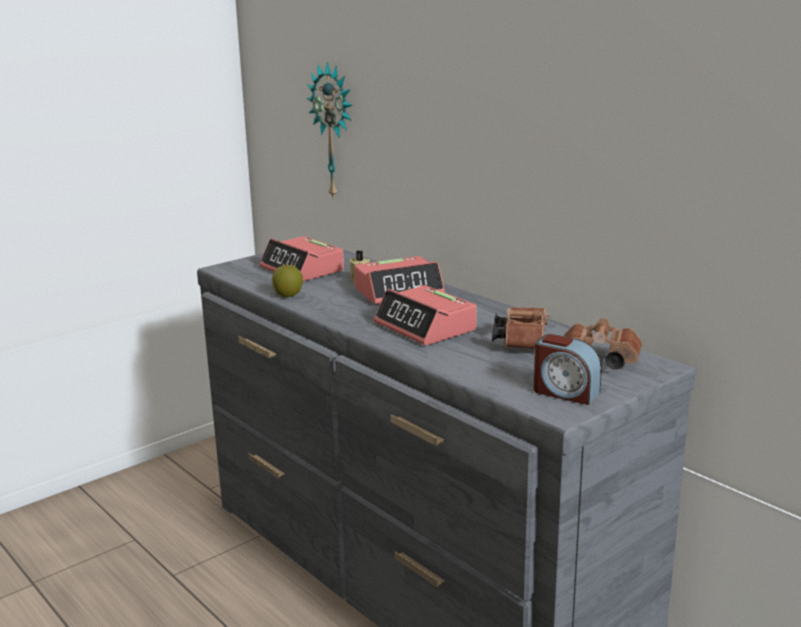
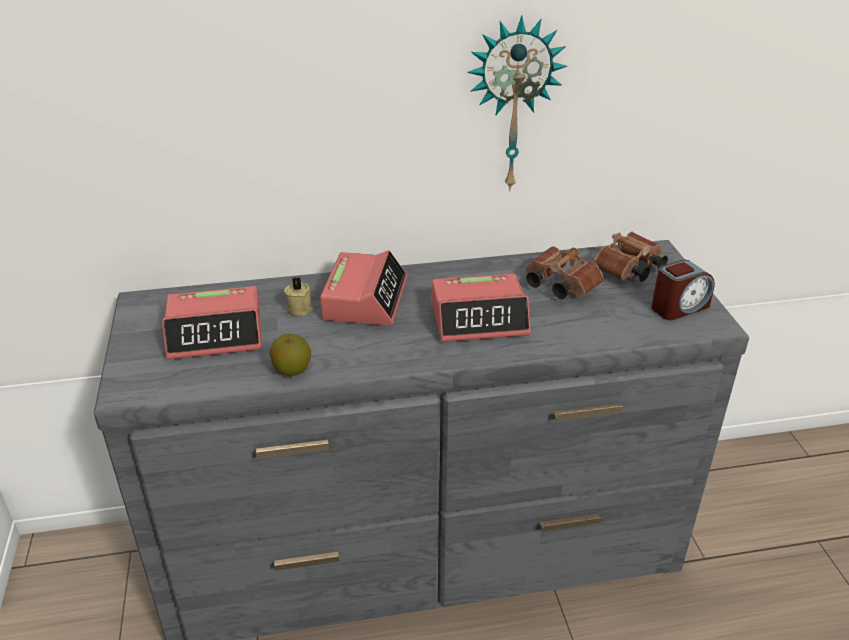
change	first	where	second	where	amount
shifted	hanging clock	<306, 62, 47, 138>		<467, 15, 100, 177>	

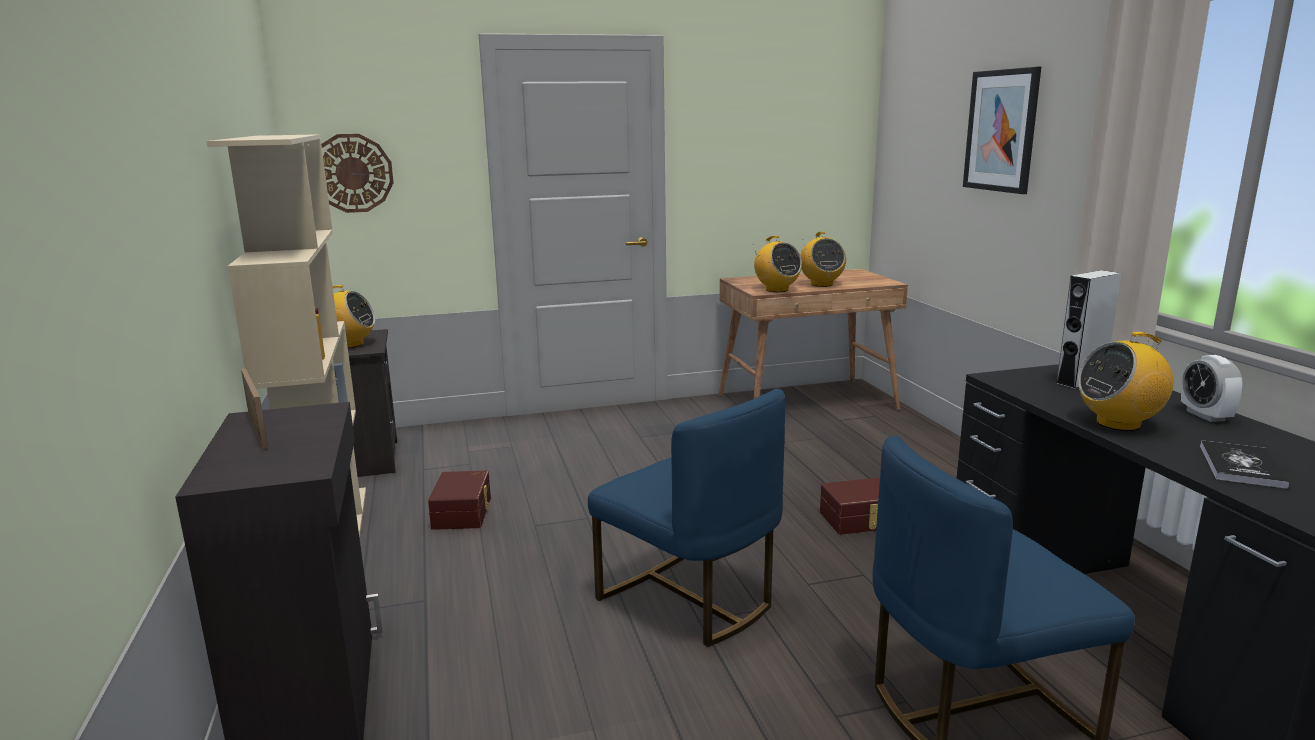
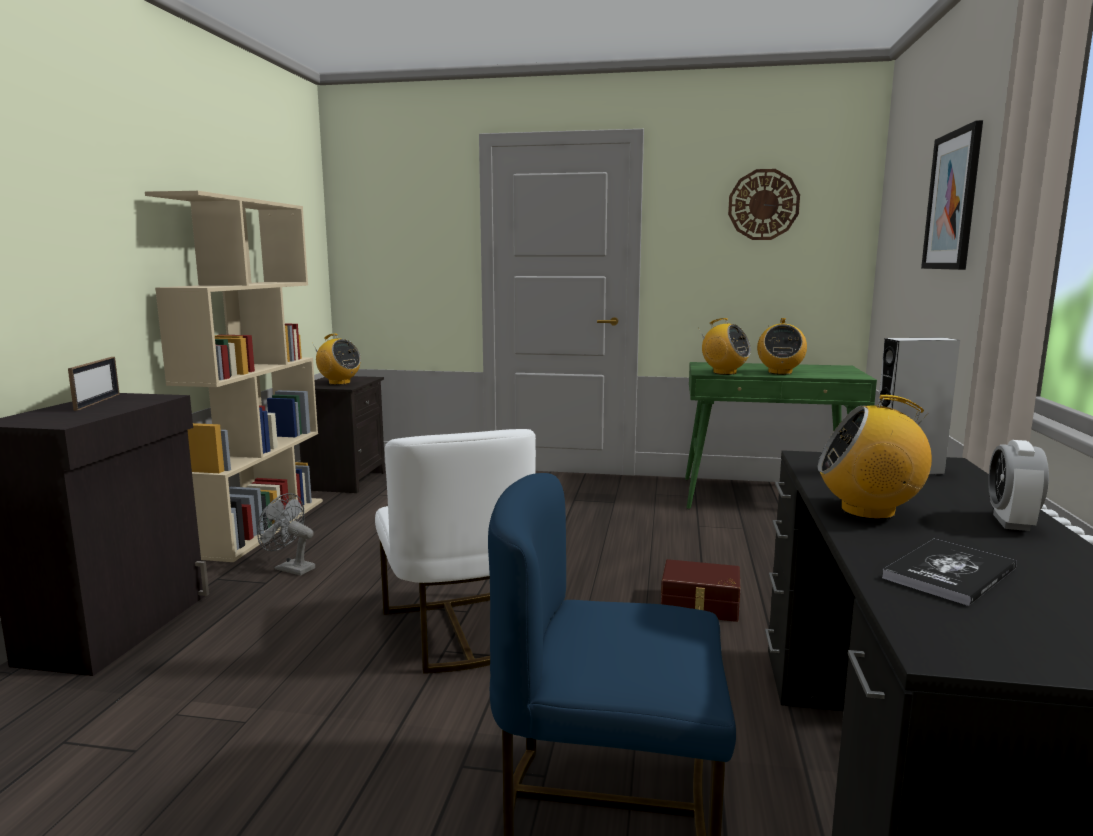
change	first	where	second	where	amount
gone	brown-coloured storage container	<428, 471, 63, 59>			
new			grey fan	<257, 493, 58, 83>	
shifted	hanging clock	<321, 134, 73, 79>		<728, 169, 72, 71>	
repainted	blue-coloured chair	<588, 389, 197, 258>	white-coloured chair	<375, 429, 161, 245>	
repainted	brown-coloured desk unit	<719, 269, 189, 141>	green-coloured desk unit	<685, 362, 192, 147>	
rotated	radio receiver	<753, 236, 49, 56>		<699, 318, 52, 57>	45 degrees counterclockwise

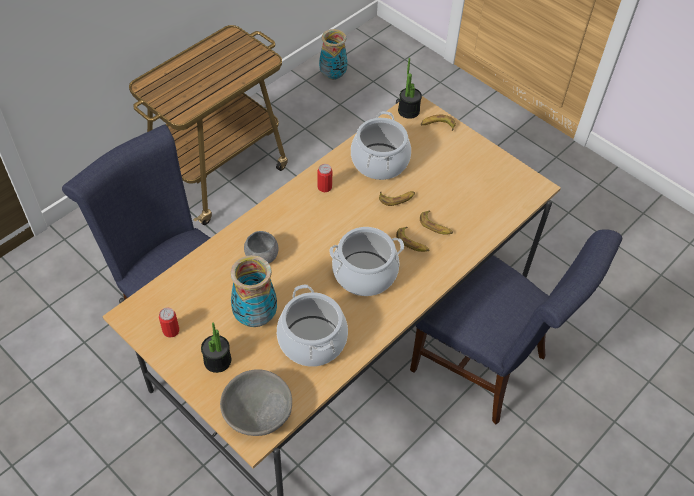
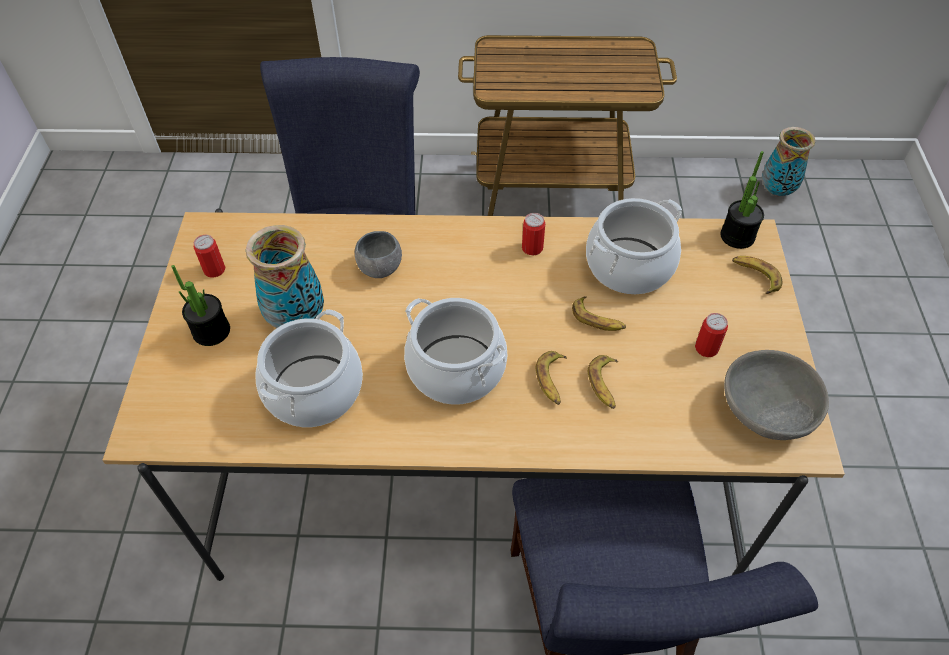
change	first	where	second	where	amount
new			sealed can	<695, 313, 33, 44>	
shifted	grey serving bowl	<220, 369, 72, 67>		<724, 350, 105, 90>	

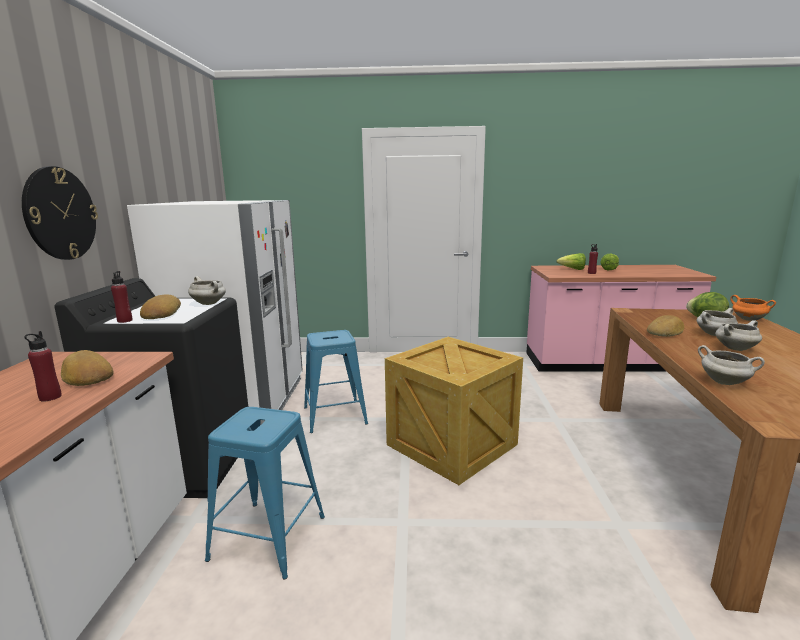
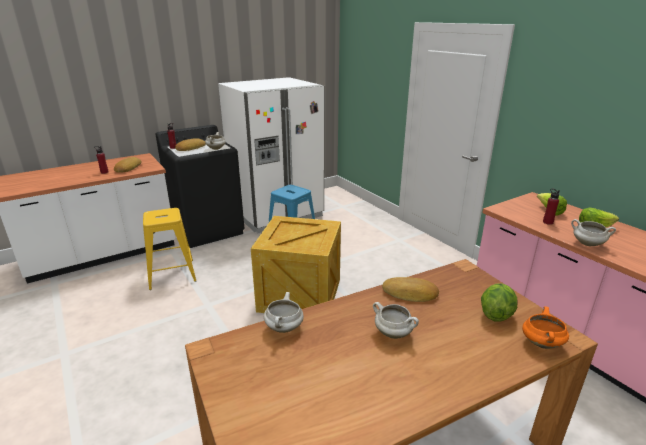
change	first	where	second	where	amount
gone	hanging clock	<22, 166, 76, 94>			
shifted	white-coloured saucepot	<697, 308, 41, 28>		<571, 219, 45, 27>	
repainted	blue-coloured sitting stool	<205, 407, 120, 172>	yellowish sitting stool	<143, 208, 54, 82>	

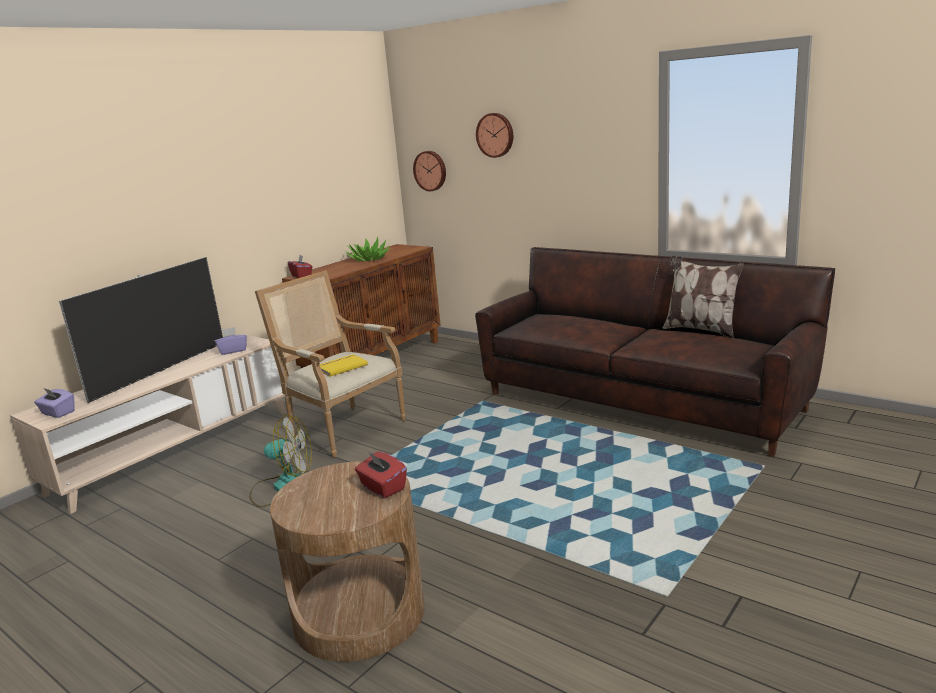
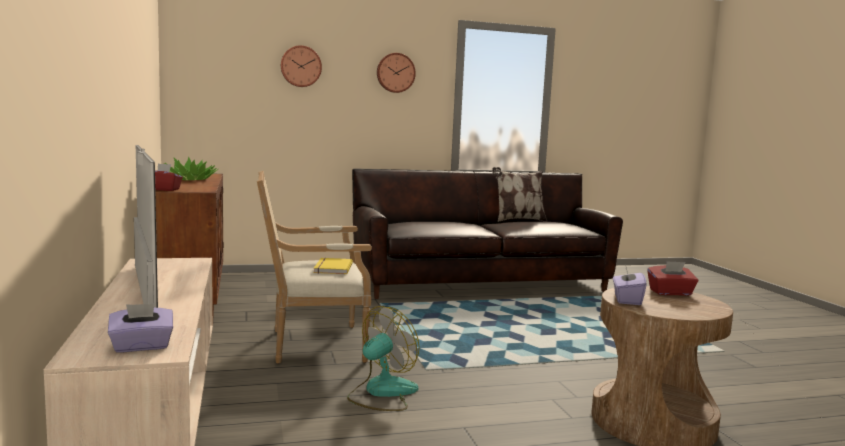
change	first	where	second	where	amount
shifted	purple-coloured box of tissues	<215, 327, 32, 28>		<613, 264, 33, 41>	
shifted	hanging clock	<413, 151, 33, 40>		<377, 53, 39, 40>	

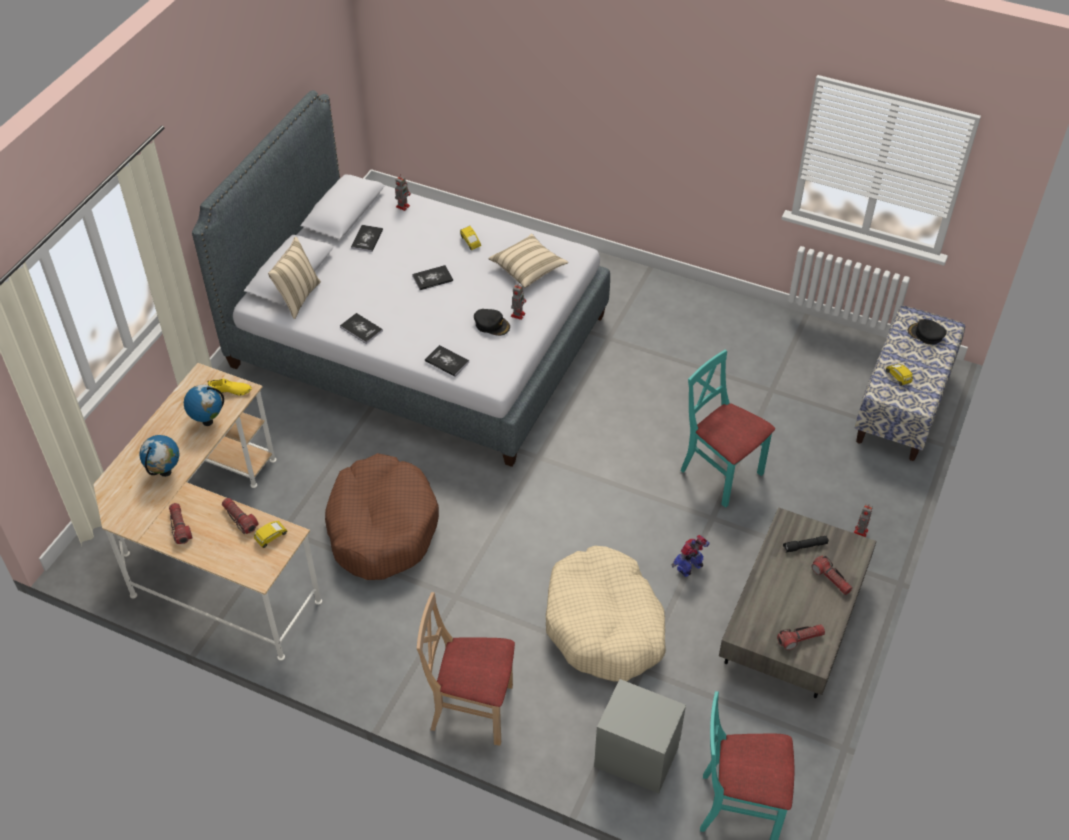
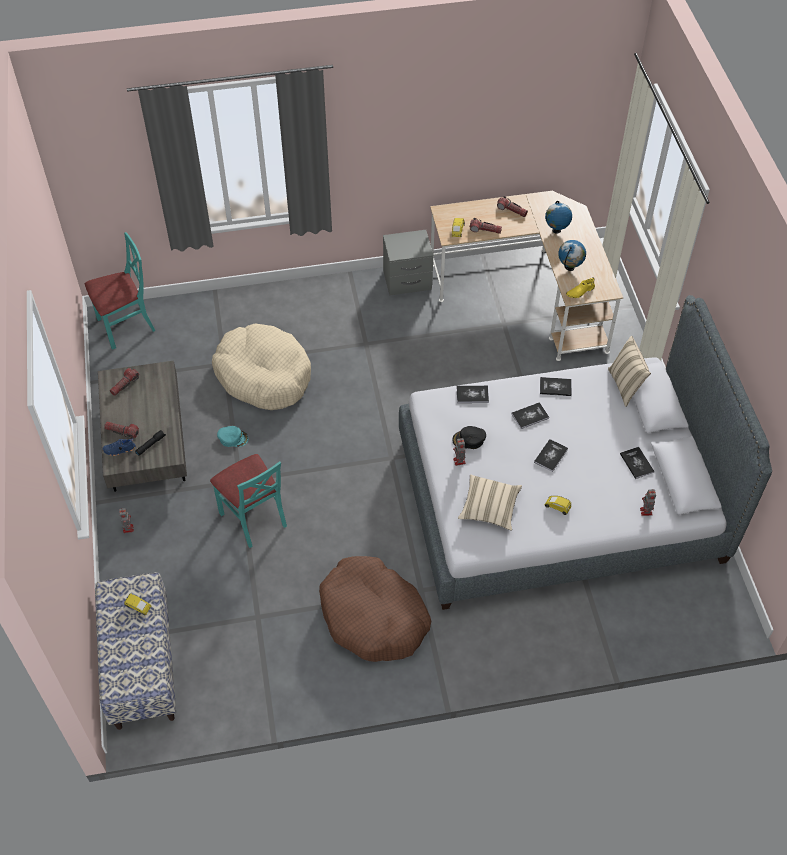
change	first	where	second	where	amount
gone	beige-coloured chair	<417, 592, 98, 153>			
gone	black peaked cap	<908, 319, 39, 25>			
new			blue-coloured item of footwear	<102, 439, 34, 17>	
new			bound book	<511, 402, 38, 27>	
shifted	brown-coloured dog cushion	<325, 453, 114, 127>		<319, 556, 112, 106>	
shifted	grey nightstand	<594, 679, 92, 114>		<383, 230, 50, 66>	
swapped	toy robot	<672, 535, 38, 42>	blue-green peaked cap	<217, 426, 31, 21>	
rotated	blue-green chair	<680, 350, 95, 158>		<210, 454, 77, 94>	45 degrees clockwise

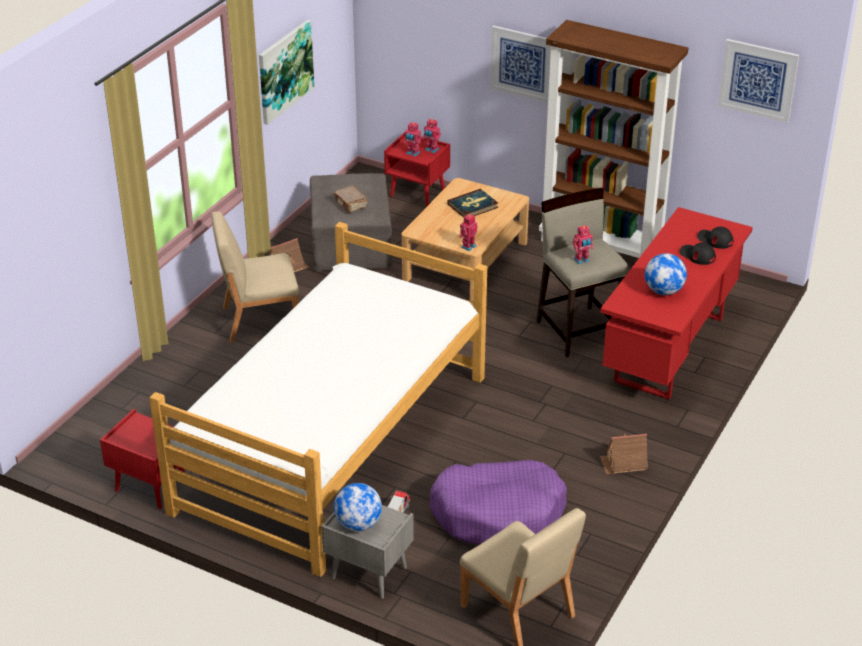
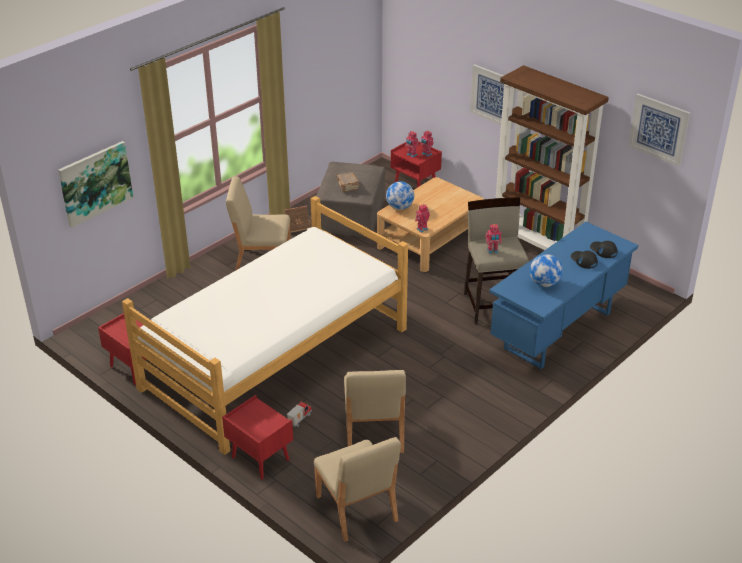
change	first	where	second	where	amount
gone	bound book	<447, 189, 51, 28>			
gone	miniature house	<600, 434, 48, 40>			
shifted	picture	<259, 20, 55, 105>		<58, 141, 75, 87>	
shifted	desk globe	<334, 483, 48, 48>		<386, 181, 28, 29>	
swapped	purple-coloured dog cushion	<430, 460, 137, 85>	beige-coloured chair	<344, 370, 62, 83>	
repainted	grey nightstand	<321, 505, 93, 94>	red nightstand	<222, 395, 71, 85>	
repainted	red desk unit	<600, 207, 153, 193>	blue-coloured desk unit	<489, 222, 149, 147>	

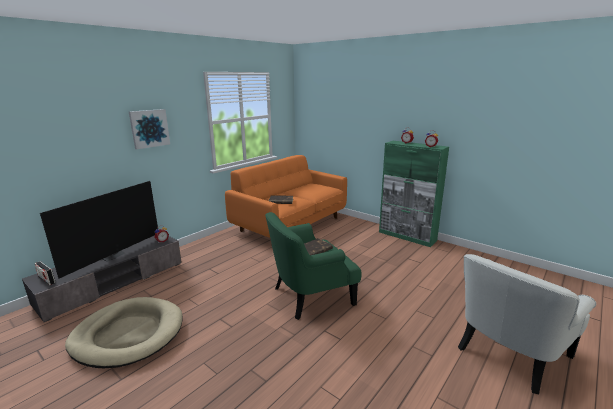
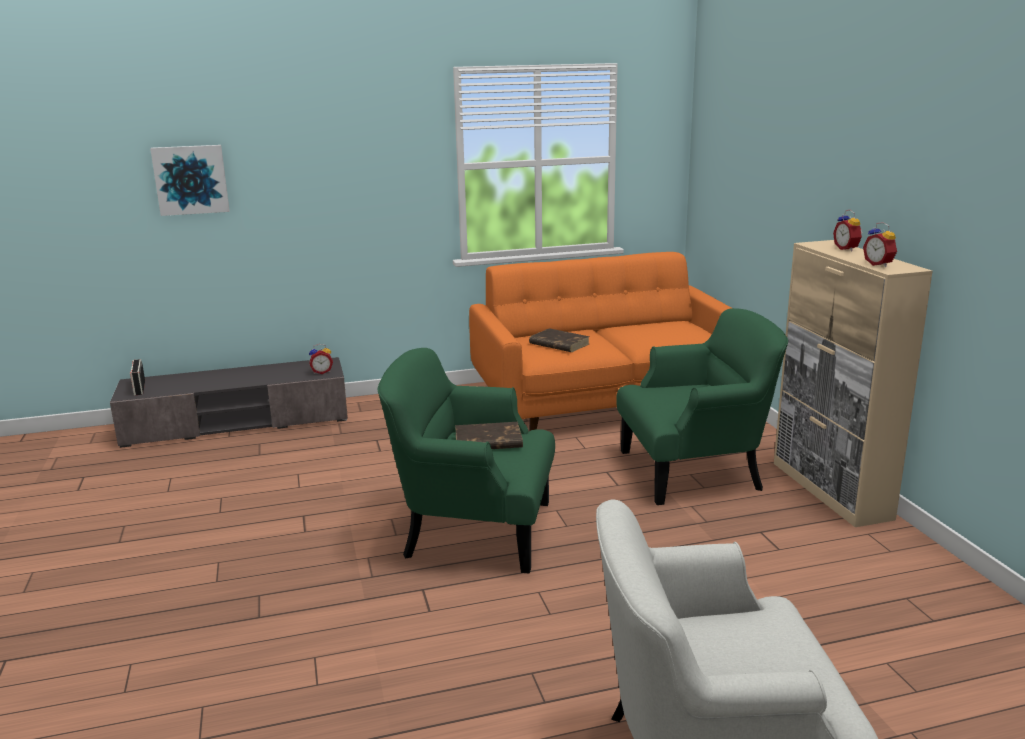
change	first	where	second	where	amount
gone	TV set	<40, 181, 118, 97>			
gone	beige-coloured dog cushion	<65, 297, 118, 71>			
new			green-coloured easy chair	<616, 308, 172, 197>	
shifted	picture	<129, 109, 41, 40>		<150, 145, 80, 71>	
repainted	green-coloured cabinet	<379, 141, 70, 106>	beige-coloured cabinet	<774, 240, 159, 287>	

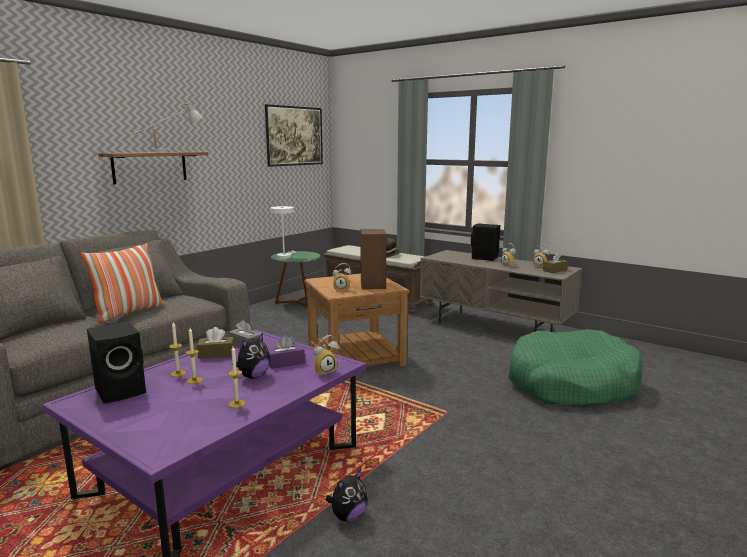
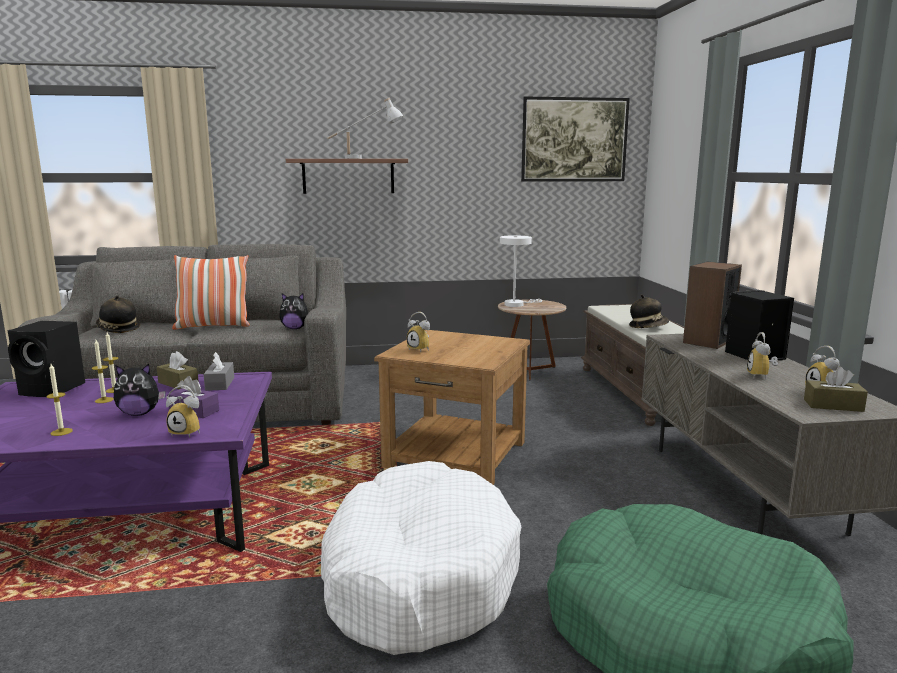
change	first	where	second	where	amount
new			clothing hat	<96, 295, 44, 38>	
new			white-coloured dog cushion	<321, 461, 200, 194>	
shifted	soft toy	<326, 470, 42, 51>		<279, 293, 29, 36>	
shifted	loudspeaker	<360, 229, 26, 60>		<683, 262, 59, 87>	
repainted	green-coloured accent table	<271, 251, 49, 56>	brown-coloured accent table	<498, 299, 68, 81>	

